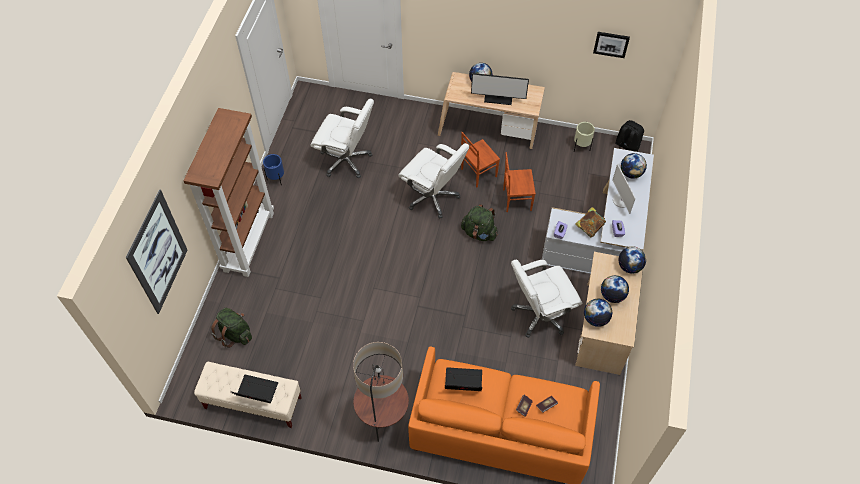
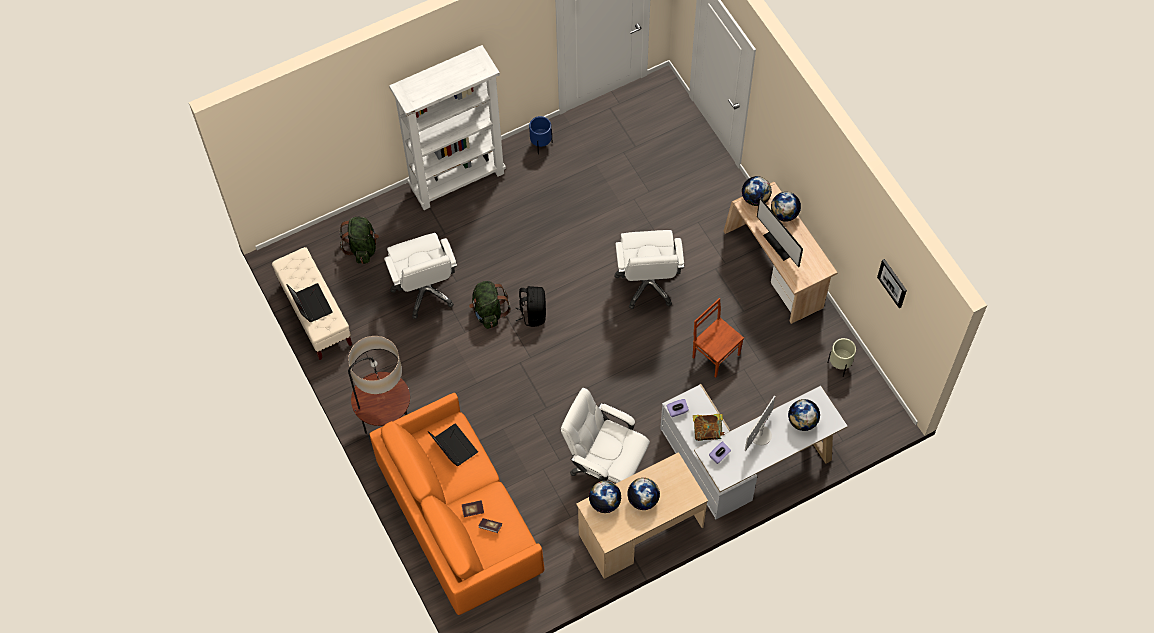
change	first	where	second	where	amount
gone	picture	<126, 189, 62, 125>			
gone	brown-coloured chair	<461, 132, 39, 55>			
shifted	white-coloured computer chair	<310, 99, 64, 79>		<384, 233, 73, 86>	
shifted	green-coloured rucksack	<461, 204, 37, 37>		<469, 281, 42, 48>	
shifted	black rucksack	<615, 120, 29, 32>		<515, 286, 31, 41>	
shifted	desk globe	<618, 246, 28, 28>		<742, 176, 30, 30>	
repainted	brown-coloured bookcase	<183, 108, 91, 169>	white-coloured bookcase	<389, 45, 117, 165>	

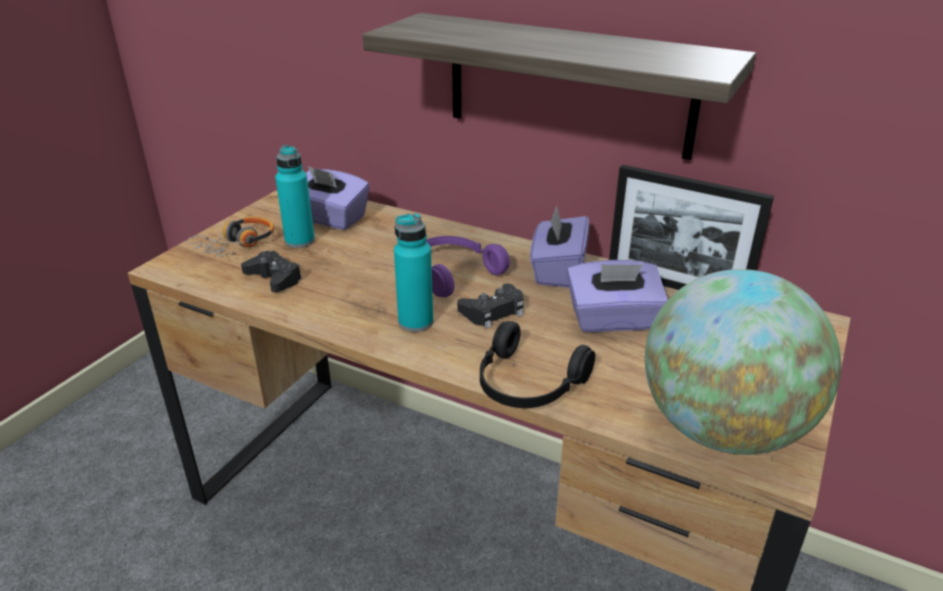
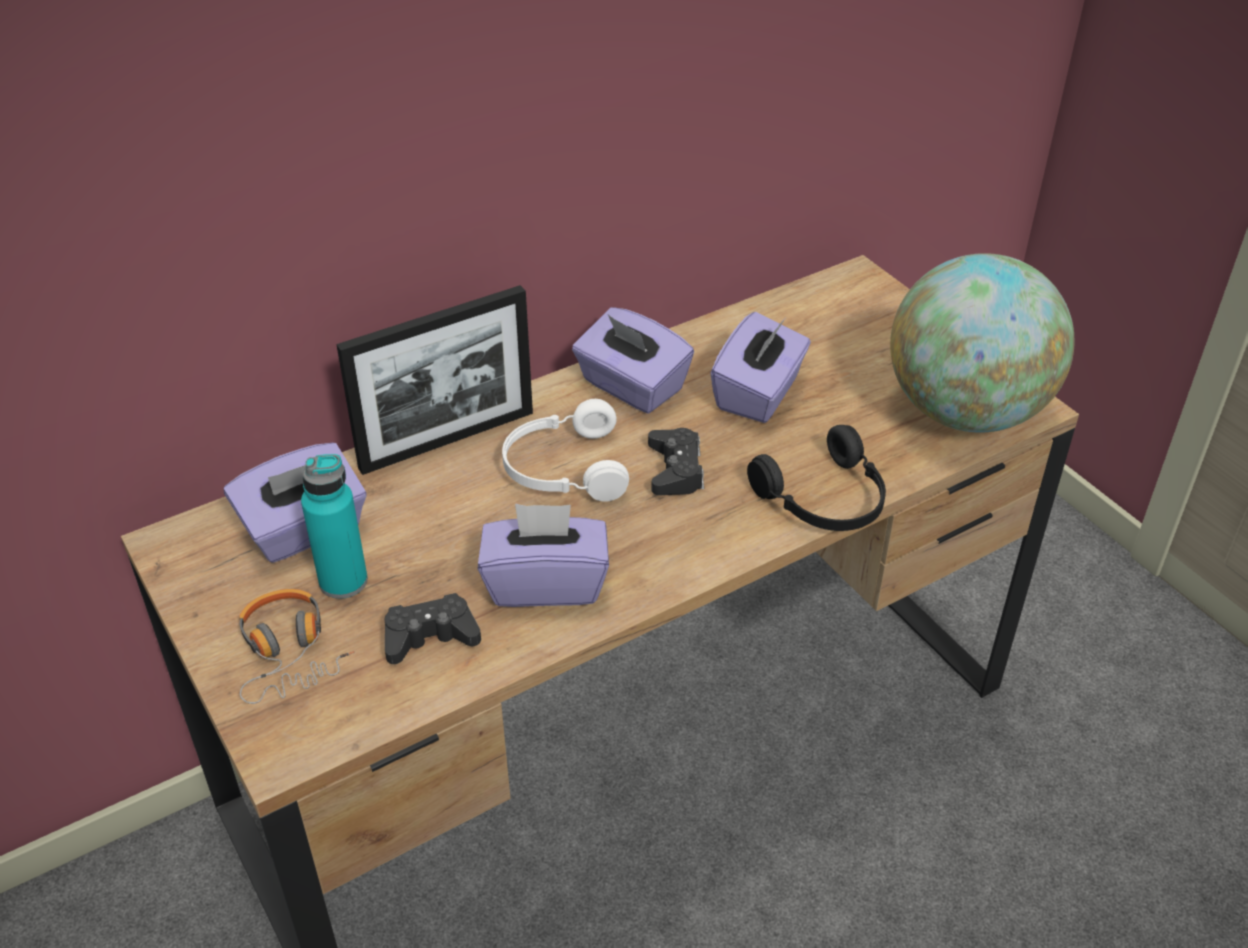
change	first	where	second	where	amount
gone	wall shelf	<363, 13, 393, 147>			
gone	blue-green beverage bottle	<394, 213, 39, 119>			
new			purple-coloured box of tissues	<478, 504, 131, 103>	
shifted	standing frame	<609, 165, 165, 125>		<336, 285, 197, 190>	
repainted	purple-coloured headset	<426, 236, 84, 61>	white-coloured headset	<502, 399, 127, 103>	

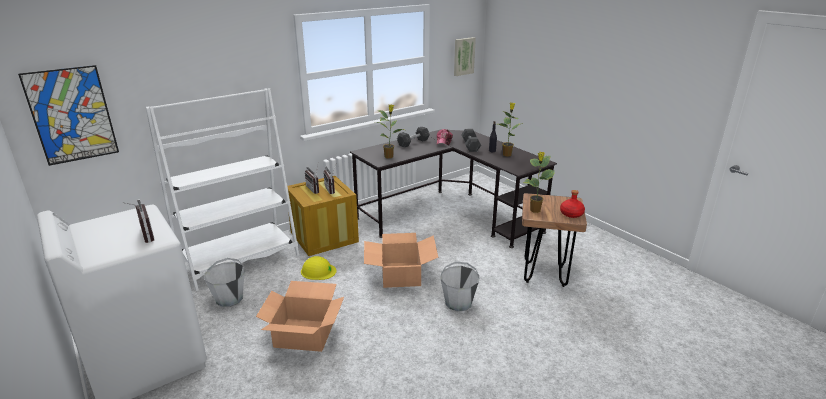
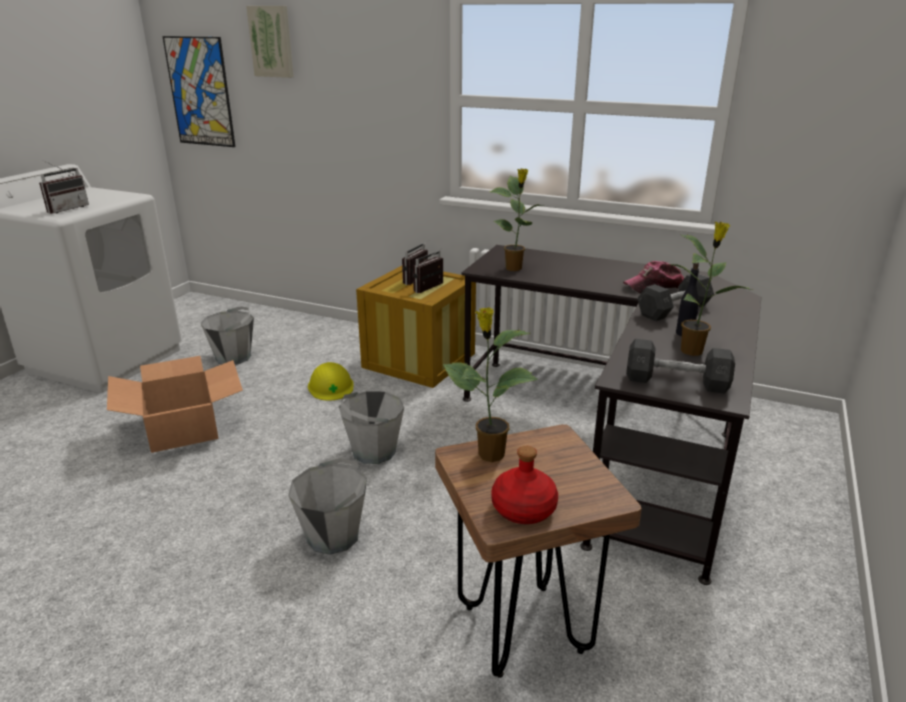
change	first	where	second	where	amount
gone	white-coloured bookcase	<146, 88, 153, 203>			
shifted	grey free weight	<397, 126, 33, 22>		<626, 339, 109, 55>	
shifted	picture	<454, 37, 22, 39>		<246, 6, 48, 72>	
swapped	carton	<364, 233, 74, 55>	grey water bucket	<339, 391, 65, 73>	

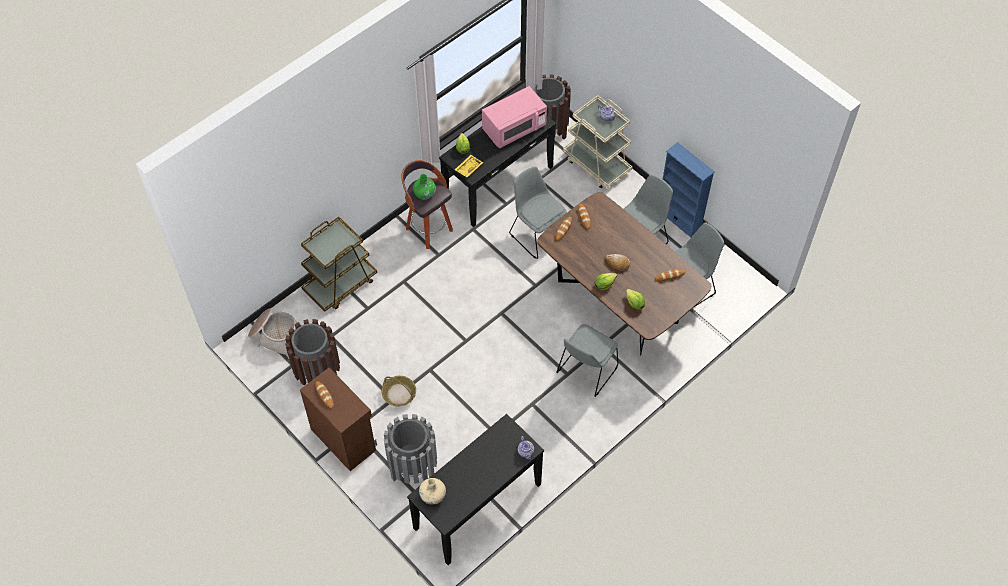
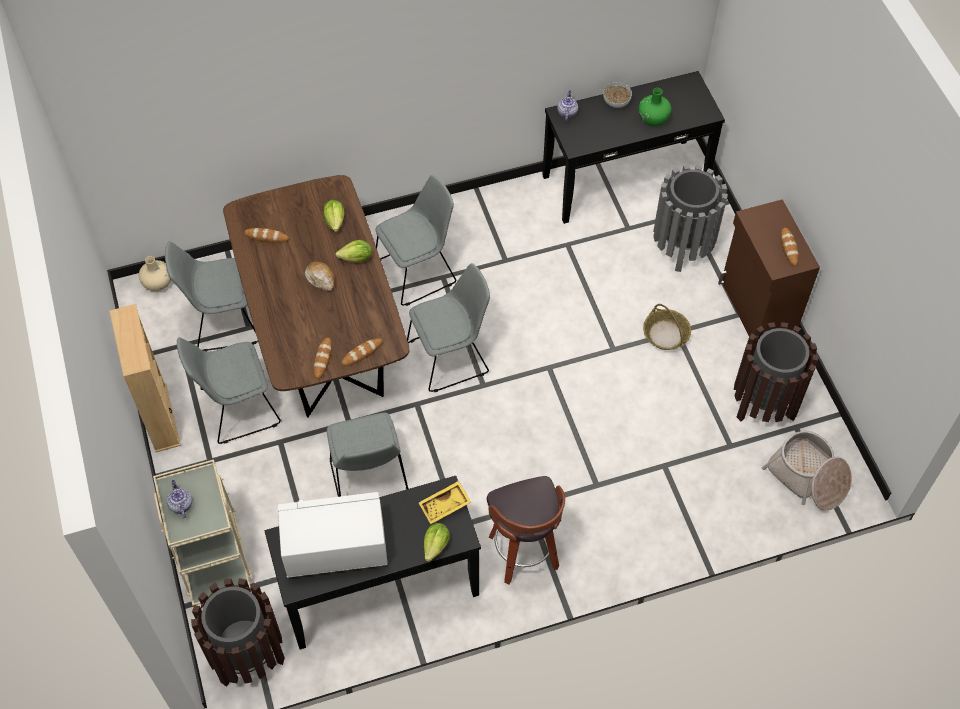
change	first	where	second	where	amount
gone	brown-coloured trolley	<301, 217, 76, 95>			
new			grey chair	<407, 263, 83, 129>	
new			serving bowl	<603, 82, 29, 26>	
shifted	green-coloured flower vase	<413, 174, 23, 26>		<638, 88, 33, 38>	
shifted	beige-coloured flower vase	<419, 478, 27, 27>		<139, 256, 32, 35>	
repainted	pink kitchen microwave	<482, 86, 65, 62>	white-coloured kitchen microwave	<277, 492, 111, 86>	
repainted	blue-coloured bookcase	<663, 142, 52, 95>	beige-coloured bookcase	<109, 304, 72, 148>	

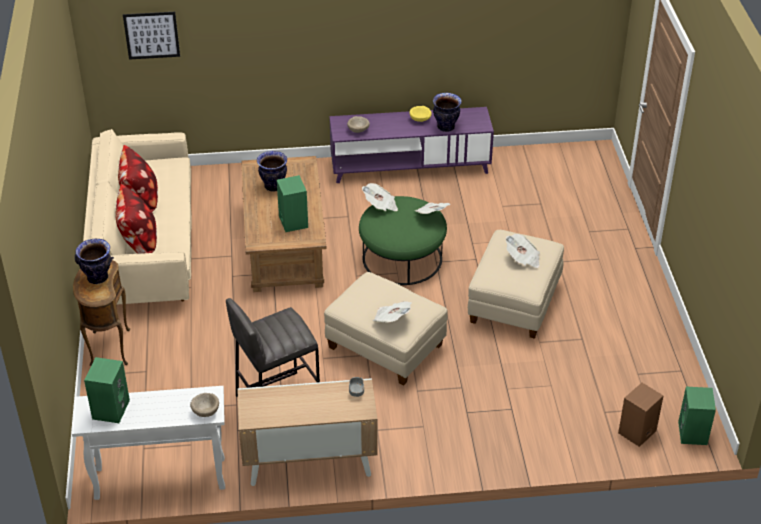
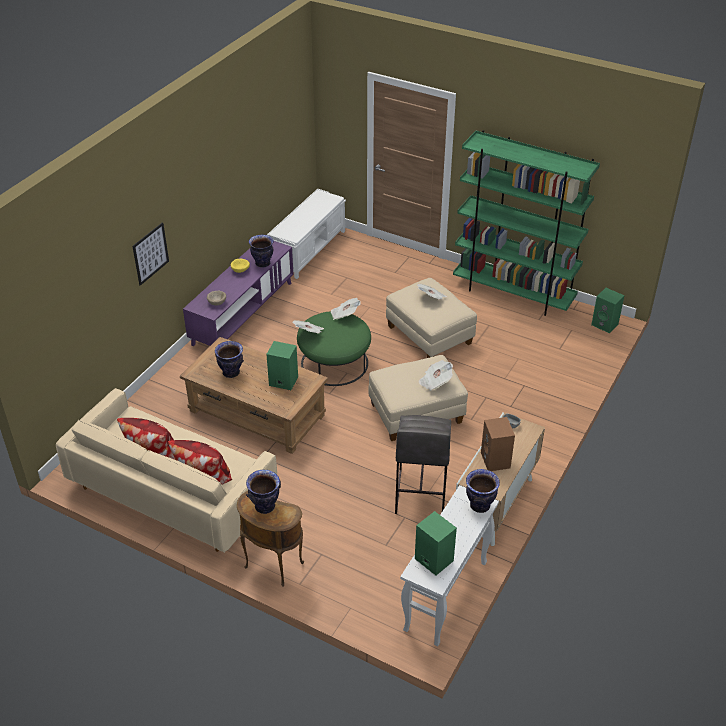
change	first	where	second	where	amount
new			white-coloured bench	<267, 189, 79, 90>	
new			green-coloured bookcase	<453, 130, 147, 186>	
shifted	picture	<123, 12, 57, 48>		<132, 222, 37, 64>	
shifted	brown-coloured loudspeaker	<618, 383, 45, 64>		<481, 417, 34, 54>	
swapped	beige-coloured serving bowl	<190, 393, 29, 24>	flower vase	<466, 469, 34, 44>	

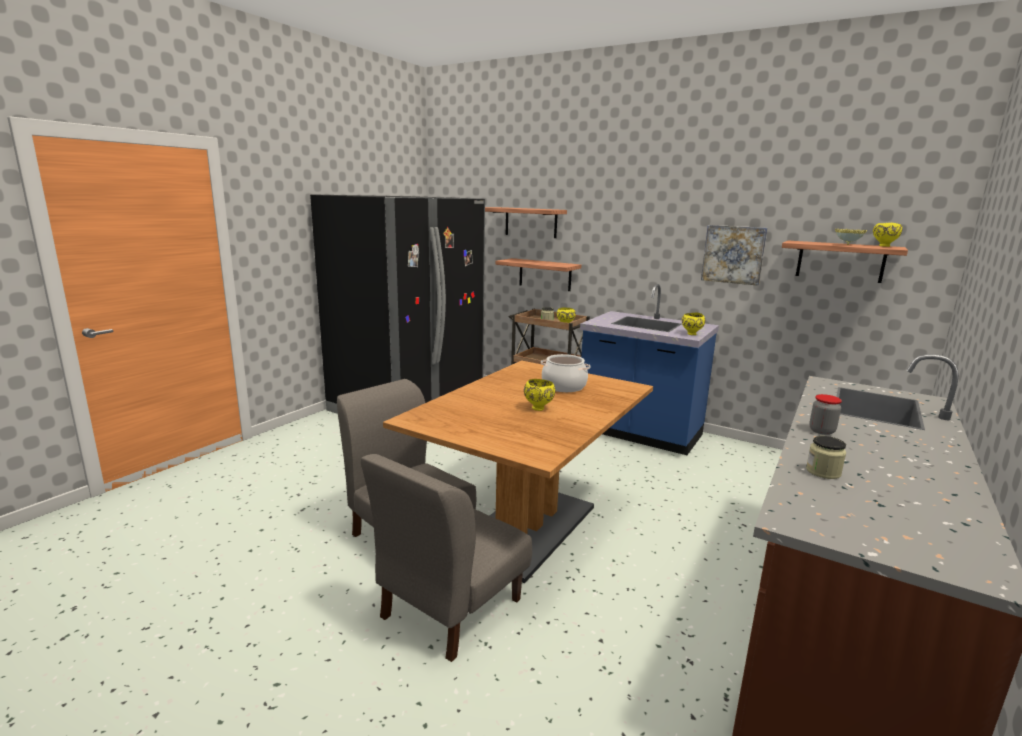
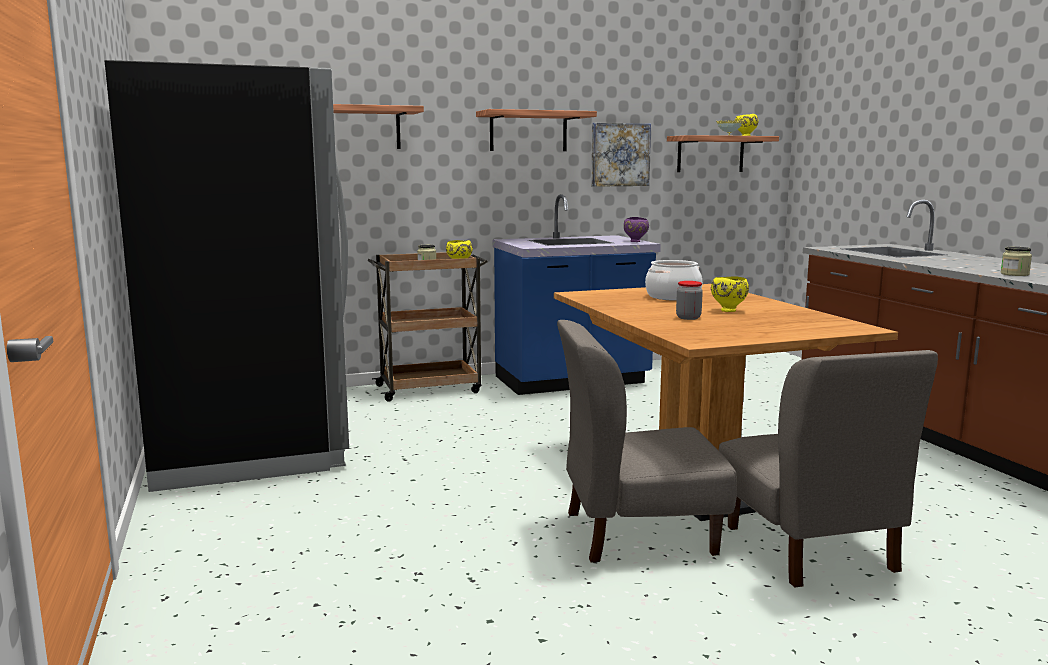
change	first	where	second	where	amount
shifted	wall shelf	<495, 258, 86, 33>		<476, 109, 121, 42>	
shifted	preserve jar	<809, 394, 33, 41>		<676, 281, 27, 39>	
repainted	yellowish serving bowl	<682, 312, 23, 23>	purple-coloured serving bowl	<624, 217, 25, 25>	

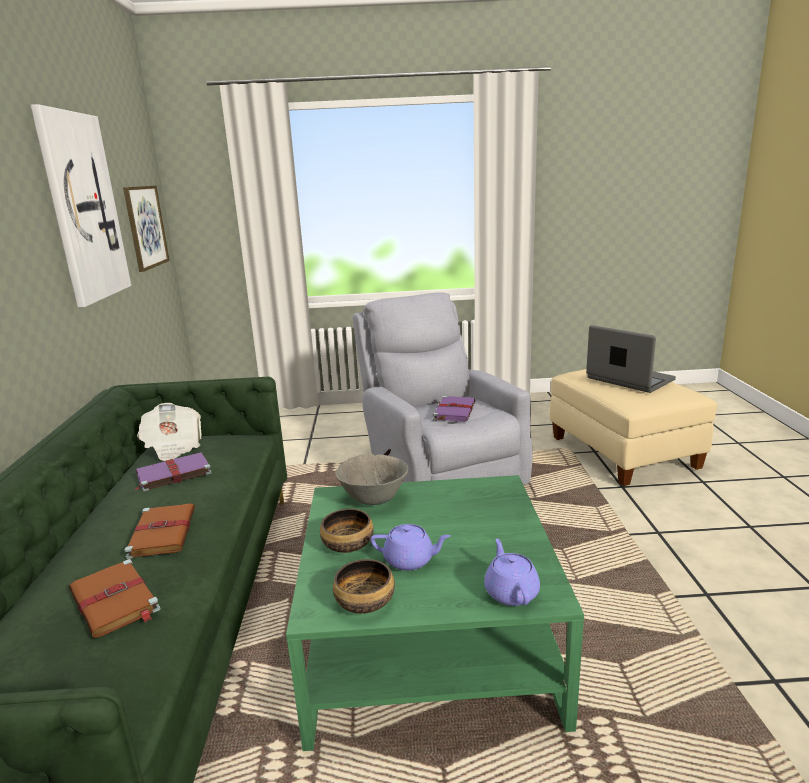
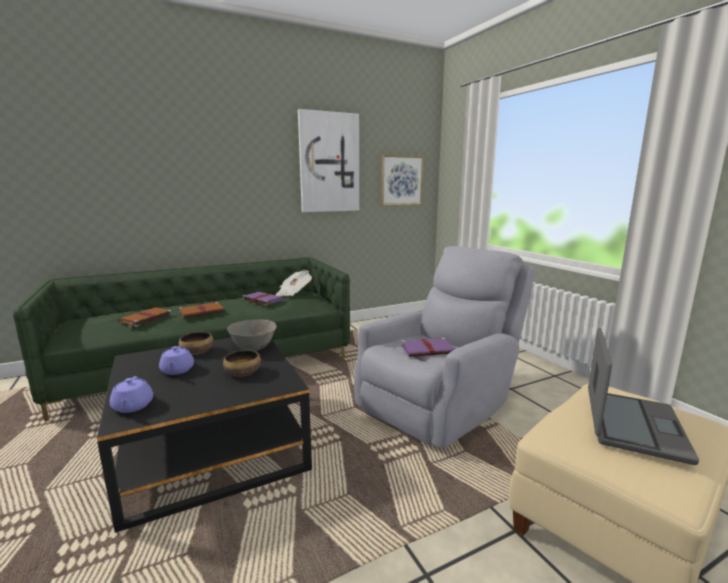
change	first	where	second	where	amount
shifted	serving bowl	<333, 559, 62, 55>		<223, 350, 38, 27>	
repainted	green-coloured low table	<286, 475, 298, 276>	black low table	<97, 337, 215, 196>	
rotated	purple-coloured pot for tea	<484, 539, 56, 67>		<110, 376, 43, 37>	105 degrees clockwise

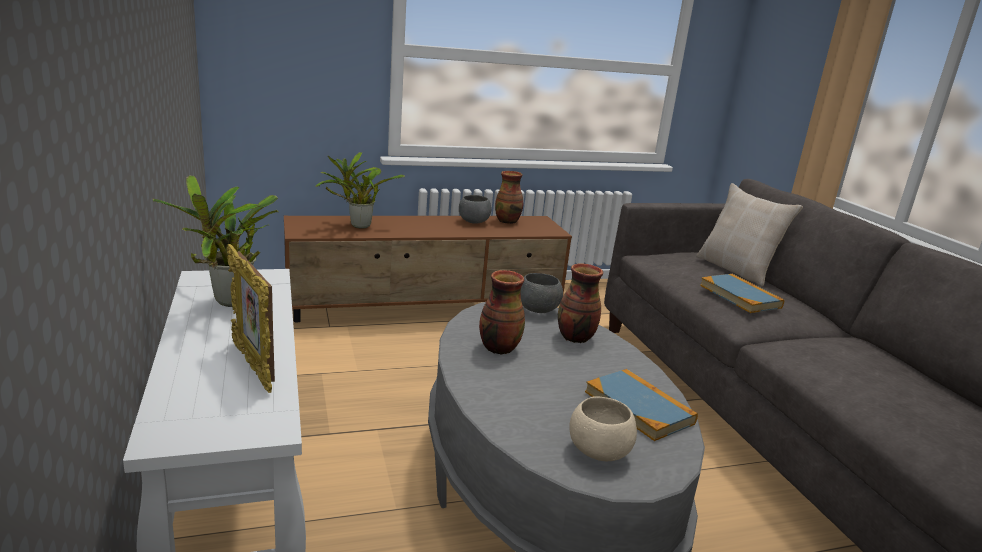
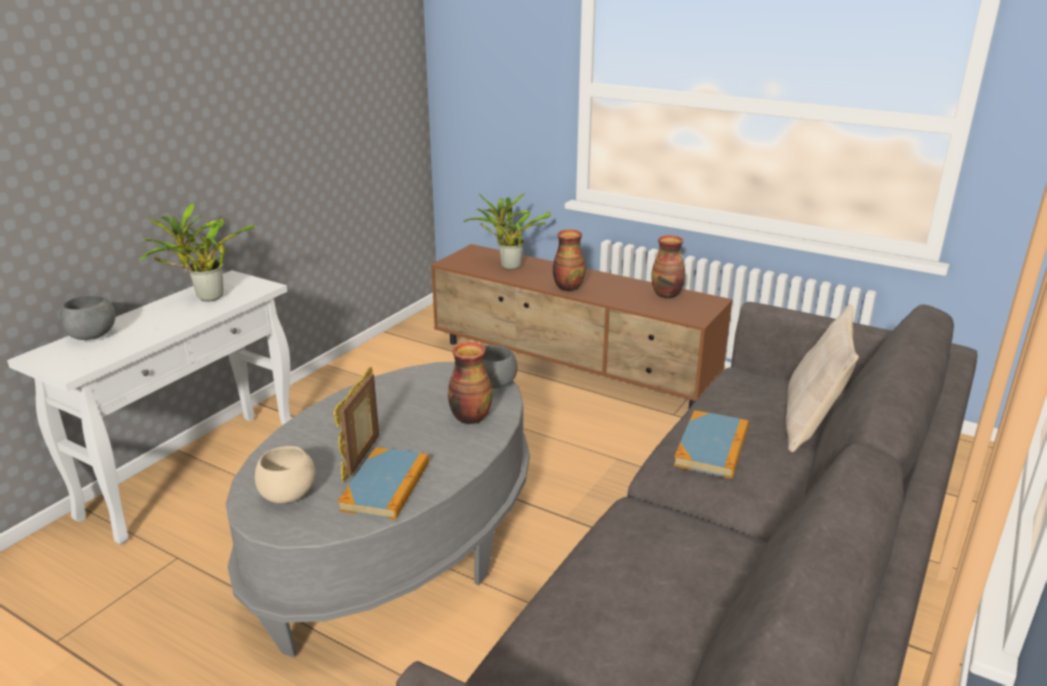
change	first	where	second	where	amount
shifted	standing frame	<227, 244, 48, 149>		<333, 367, 46, 115>	
shifted	grey serving bowl	<459, 195, 33, 29>		<60, 295, 56, 45>	
shifted	flower vase	<479, 270, 46, 85>		<553, 229, 33, 62>	

